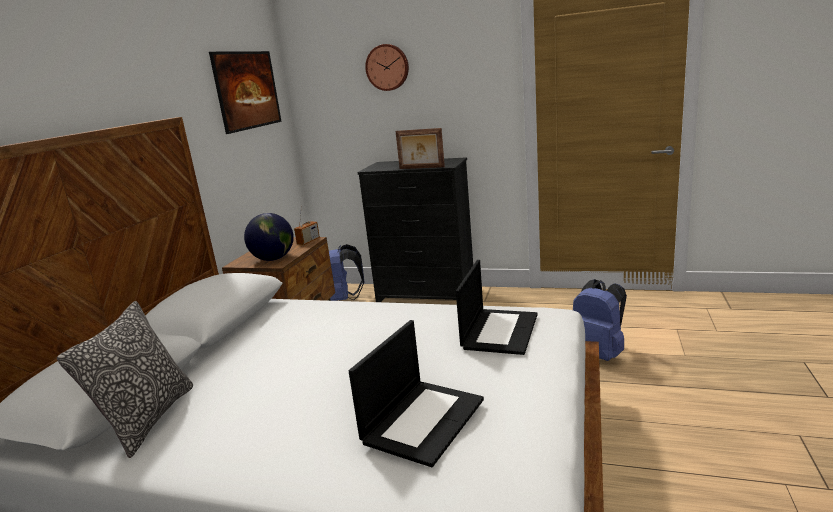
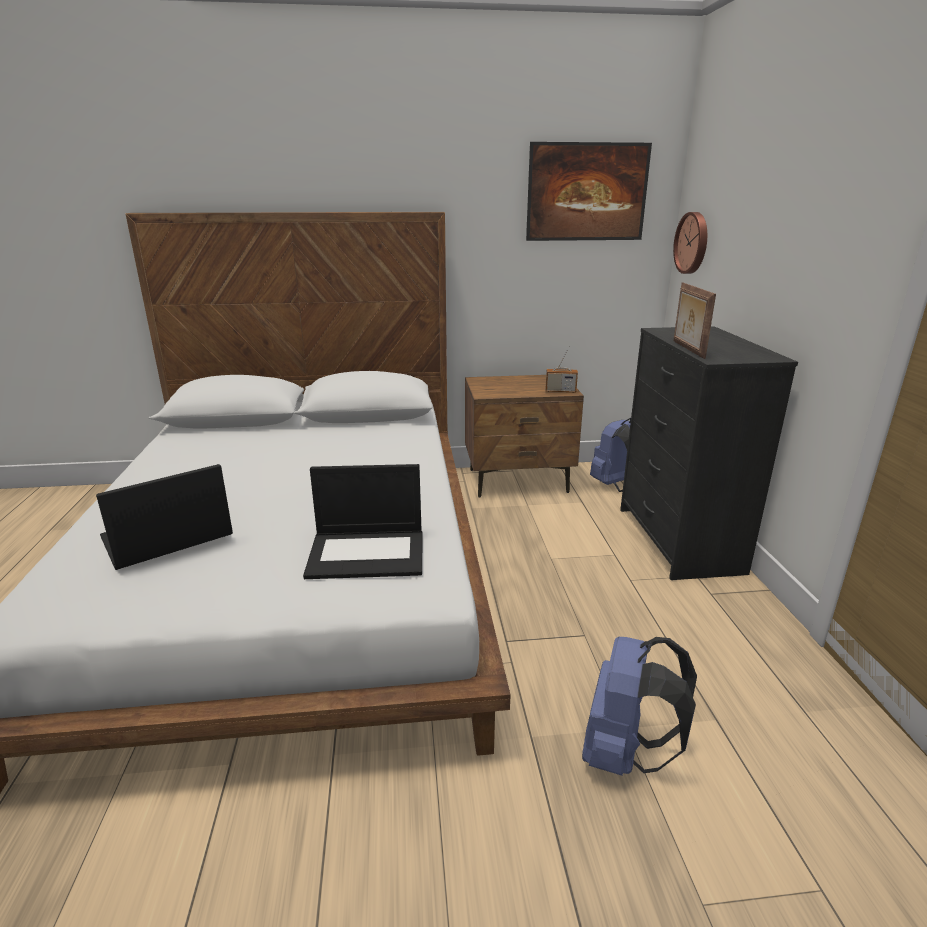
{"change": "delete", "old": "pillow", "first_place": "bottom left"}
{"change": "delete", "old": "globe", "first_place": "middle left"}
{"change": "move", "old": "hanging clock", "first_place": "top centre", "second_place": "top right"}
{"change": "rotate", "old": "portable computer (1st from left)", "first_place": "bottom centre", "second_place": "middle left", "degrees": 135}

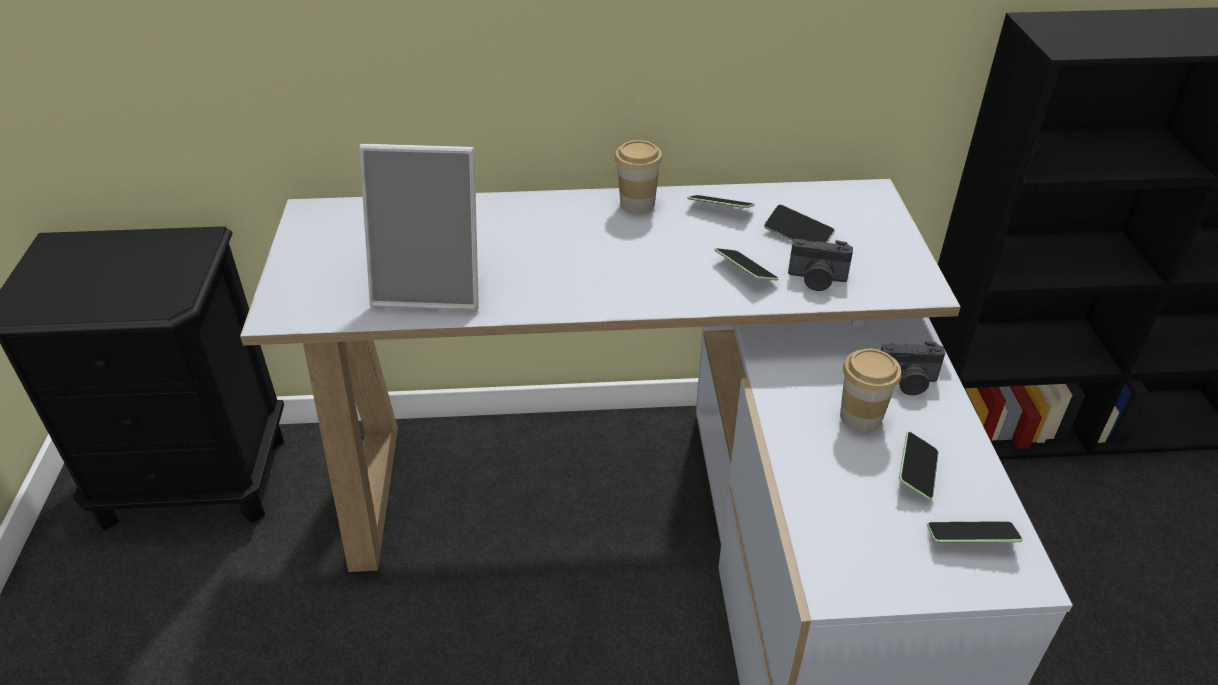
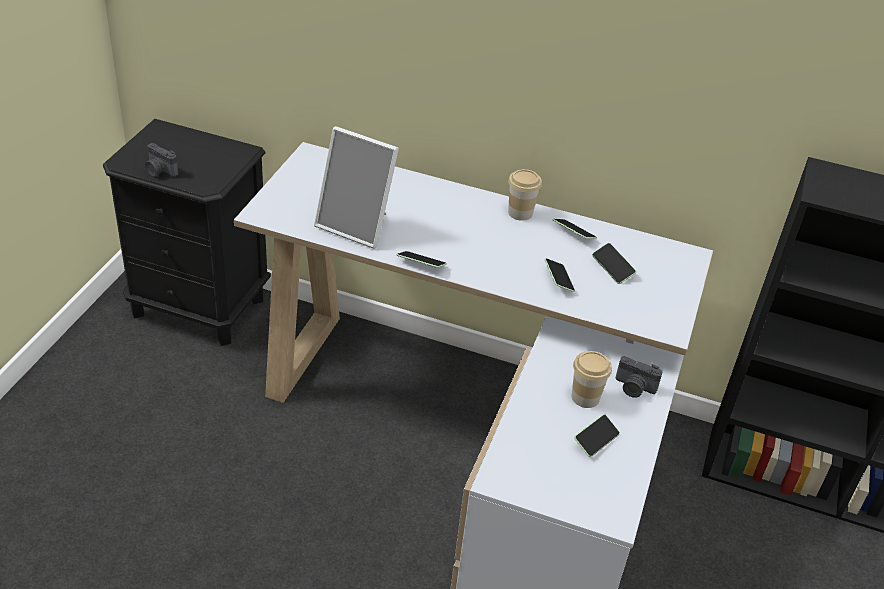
{"change": "move", "old": "photo camera (1st from left)", "first_place": "middle right", "second_place": "top left"}
{"change": "move", "old": "telephone (5th from left in the first image)", "new": "telephone (1st from left)", "first_place": "bottom right", "second_place": "centre"}

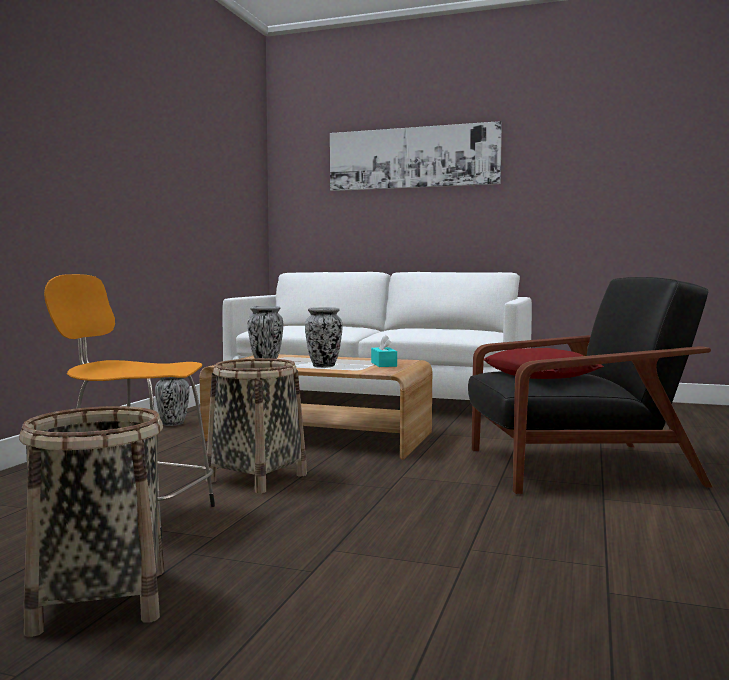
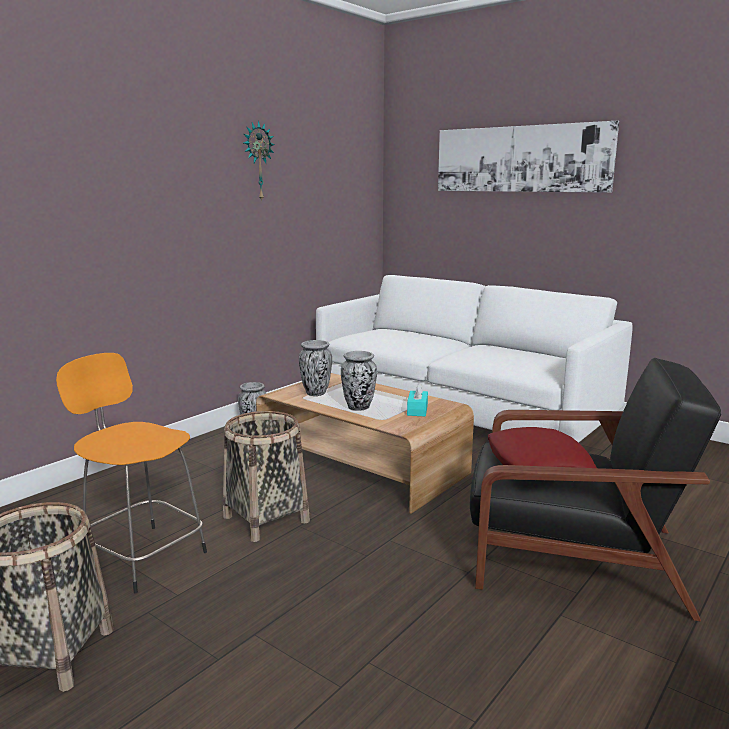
{"change": "insert", "new": "hanging clock", "second_place": "top centre"}

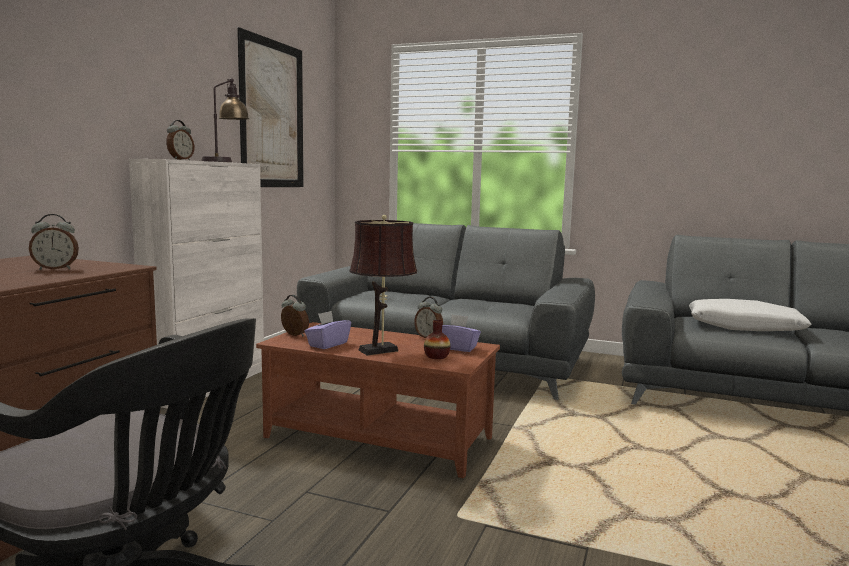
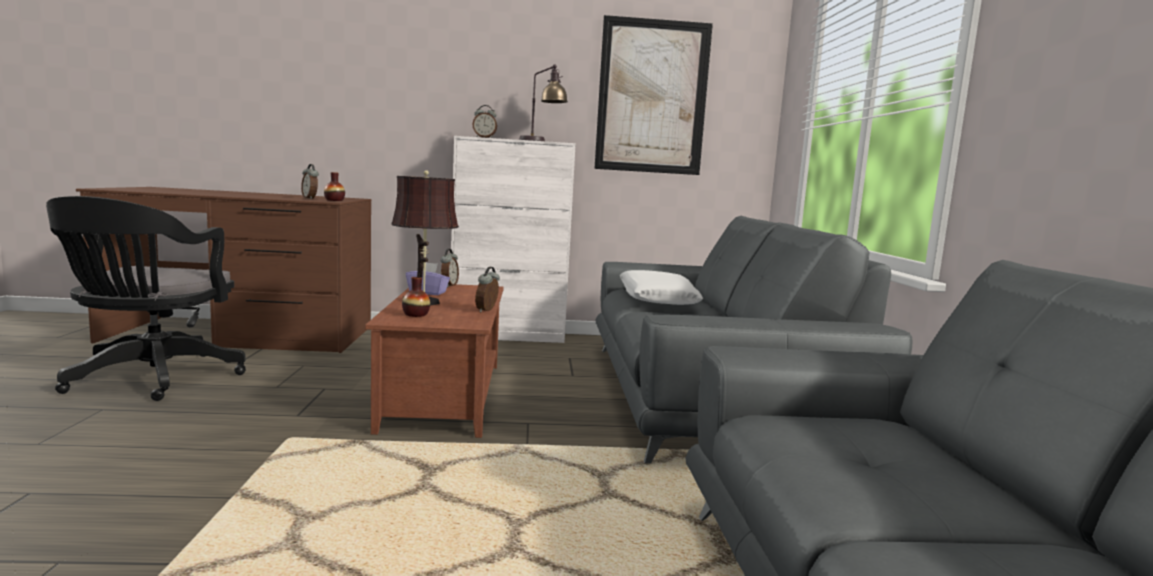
{"change": "delete", "old": "purple tissue holder (2nd from left)", "first_place": "centre"}
{"change": "insert", "new": "vase (1st from left)", "second_place": "top left"}
{"change": "move", "old": "whitish pillow", "first_place": "middle right", "second_place": "centre"}

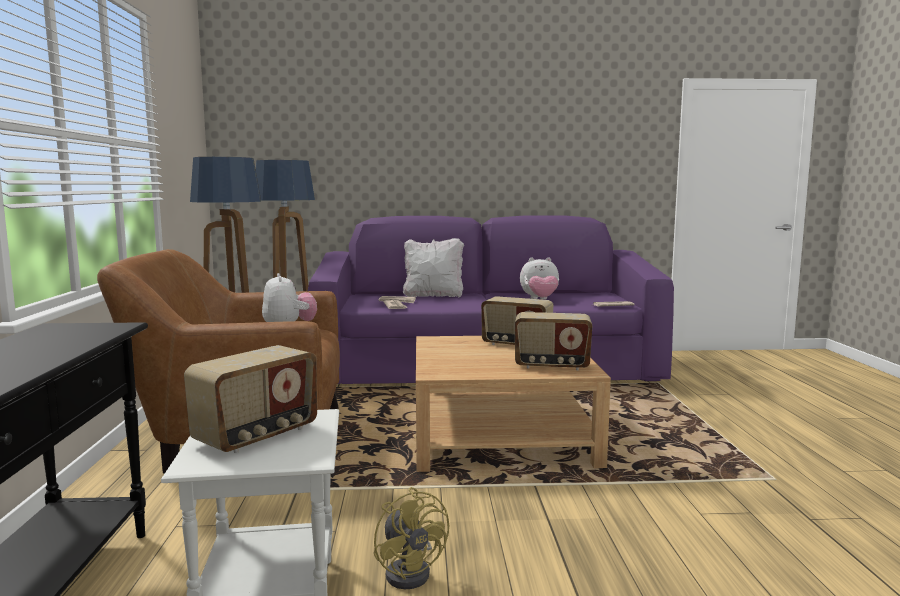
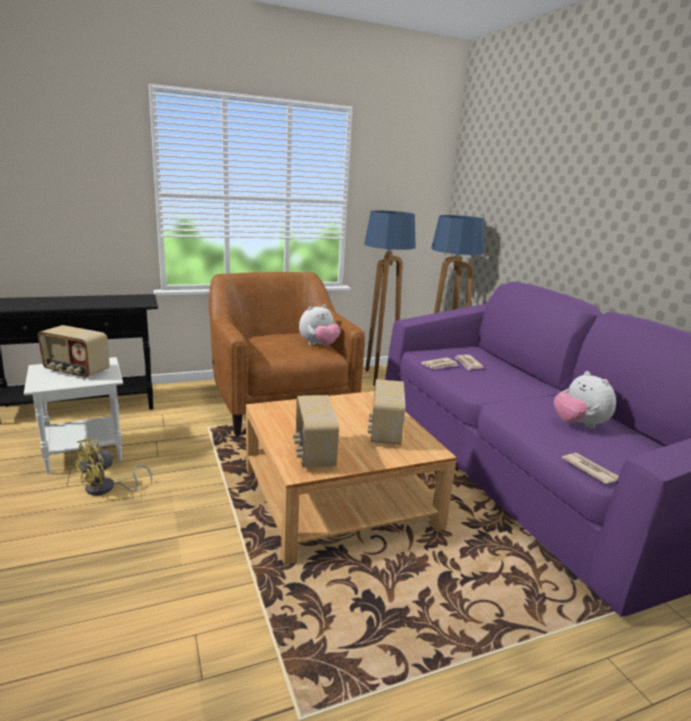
{"change": "delete", "old": "whitish pillow", "first_place": "centre"}

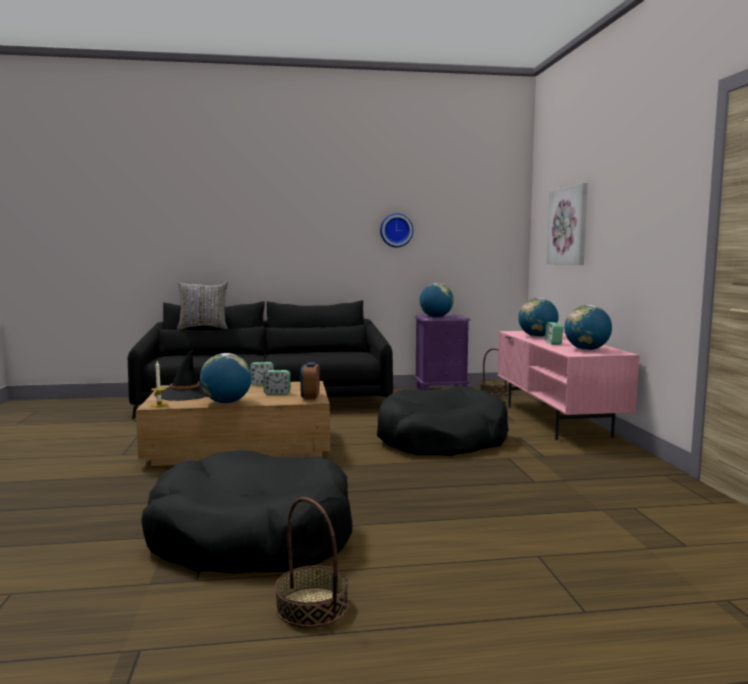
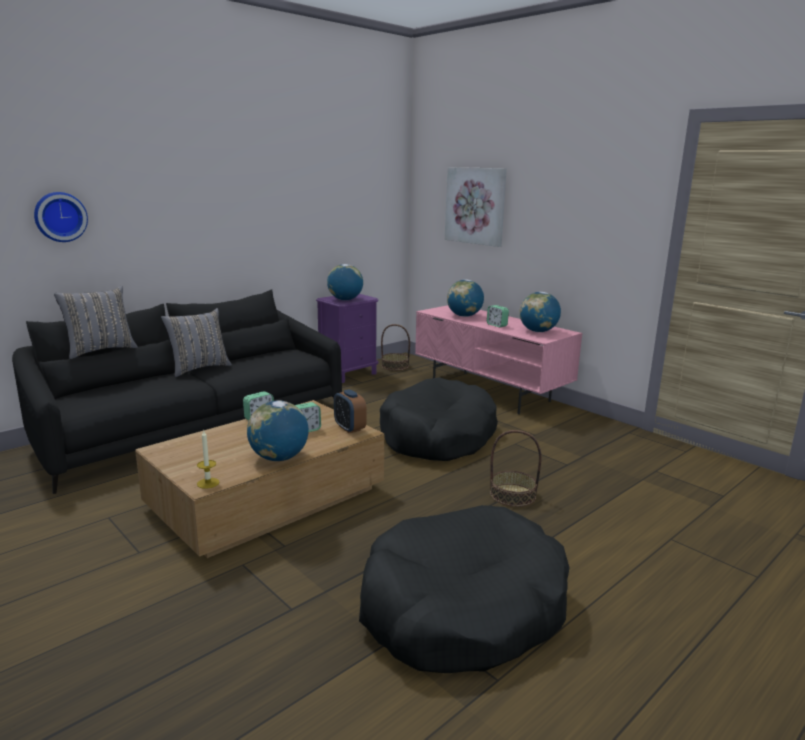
{"change": "delete", "old": "blackish wearable hat", "first_place": "middle left"}
{"change": "insert", "new": "greyish pillow (2nd from left)", "second_place": "middle left"}
{"change": "move", "old": "household basket (1st from left in the first image)", "new": "household basket (2nd from left)", "first_place": "bottom centre", "second_place": "centre"}
{"change": "move", "old": "hanging clock", "first_place": "centre", "second_place": "top left"}

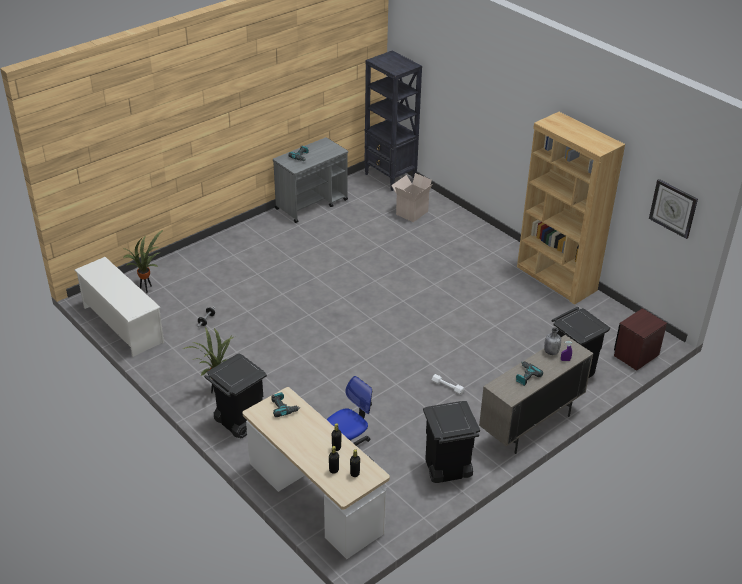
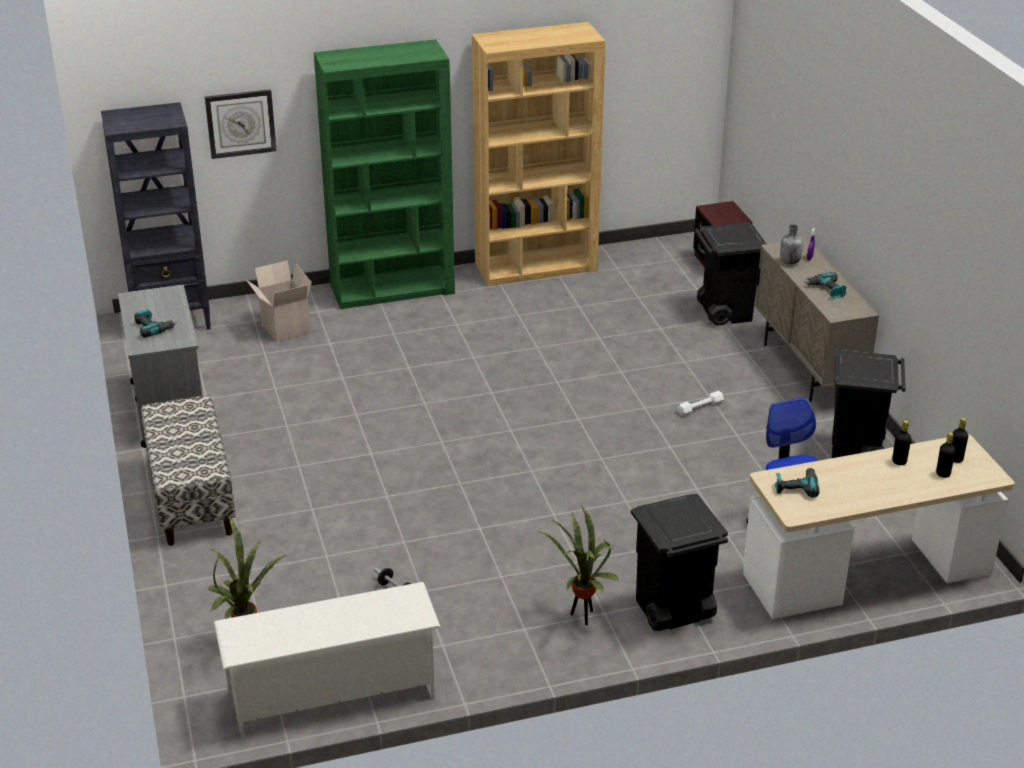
{"change": "insert", "new": "bench", "second_place": "middle left"}
{"change": "insert", "new": "green-coloured bookcase", "second_place": "top centre"}
{"change": "move", "old": "hanging clock", "first_place": "middle right", "second_place": "top left"}

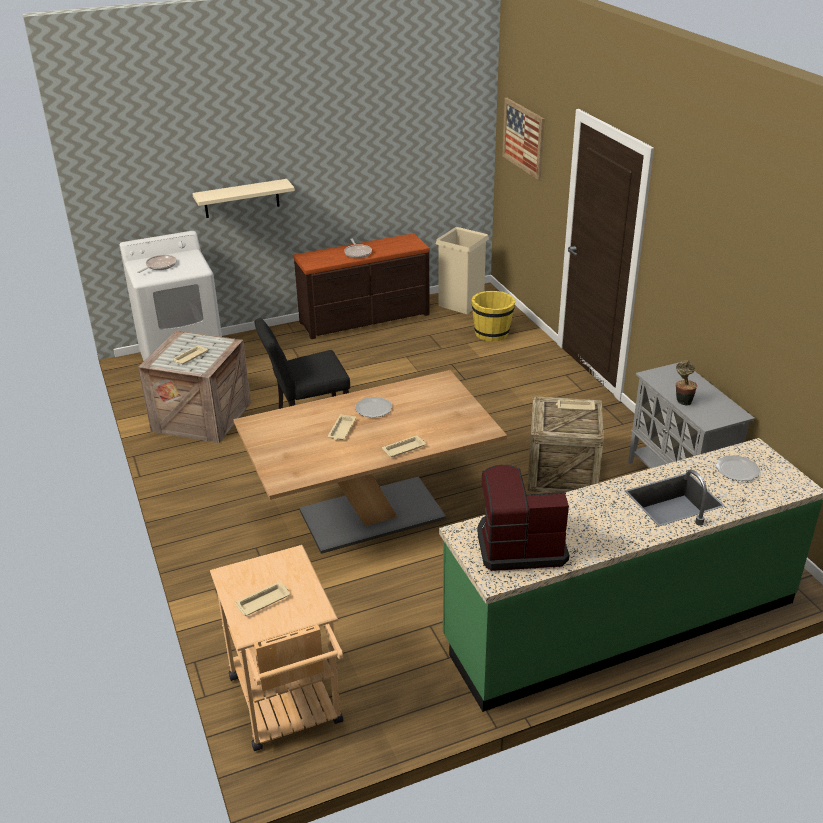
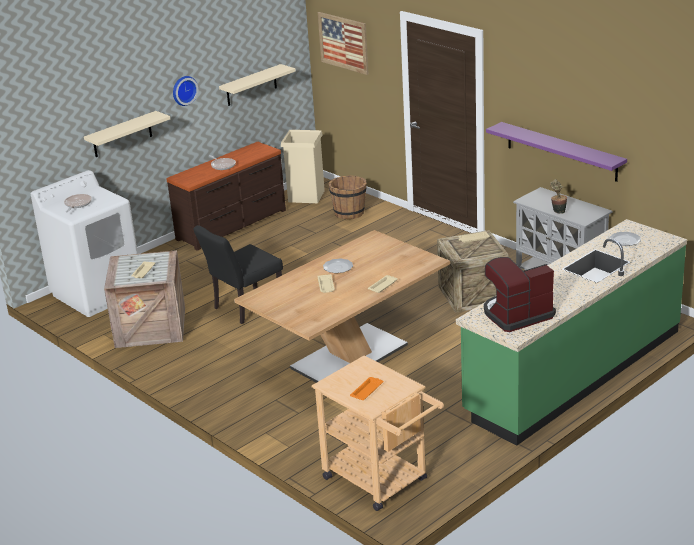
{"change": "insert", "new": "hanging clock", "second_place": "top left"}
{"change": "insert", "new": "beige-coloured wall shelf (2nd from left)", "second_place": "top centre"}
{"change": "insert", "new": "purple wall shelf", "second_place": "top right"}
{"change": "recolor", "old": "beige-coloured carrying tray (2nd from left)", "new": "orangey carrying tray", "first_place": "bottom left", "second_place": "bottom centre"}
{"change": "recolor", "old": "yellow pail", "new": "brown-coloured pail", "first_place": "centre", "second_place": "centre"}

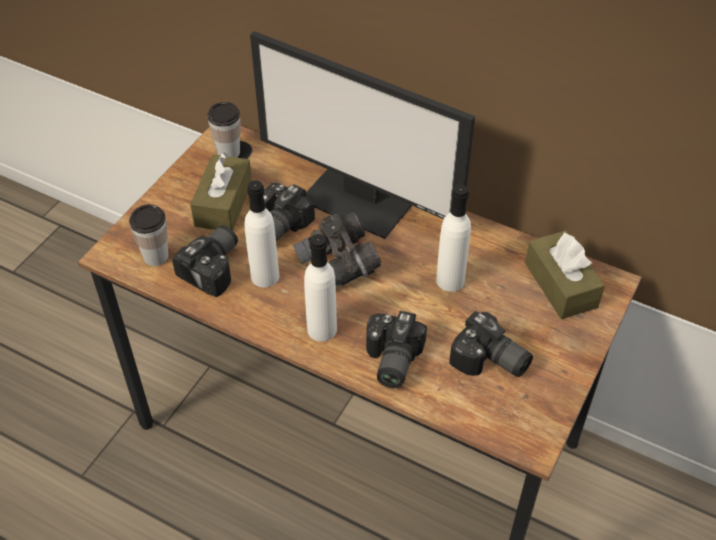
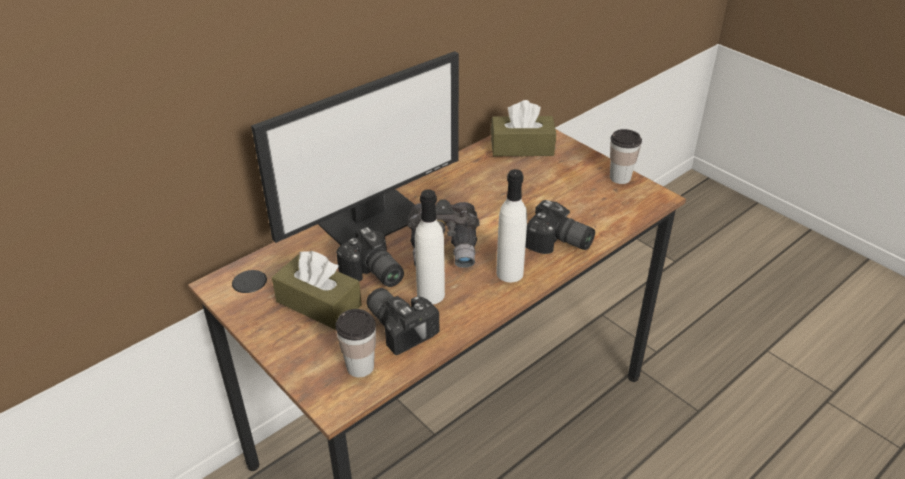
{"change": "delete", "old": "whitish bottle (3rd from left)", "first_place": "centre"}
{"change": "delete", "old": "photo camera (4th from left)", "first_place": "middle right"}
{"change": "move", "old": "cup (2nd from left)", "first_place": "top left", "second_place": "top right"}

